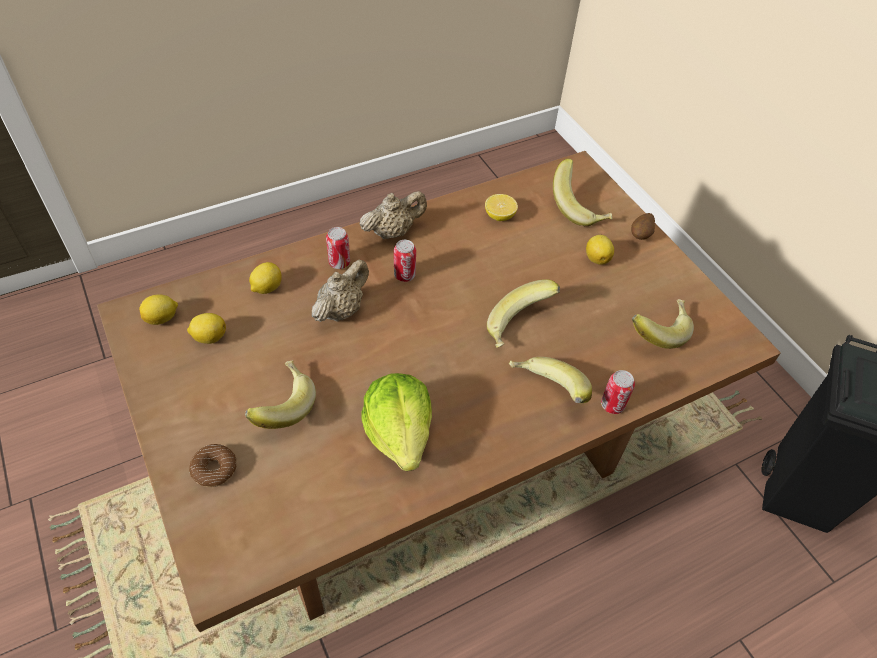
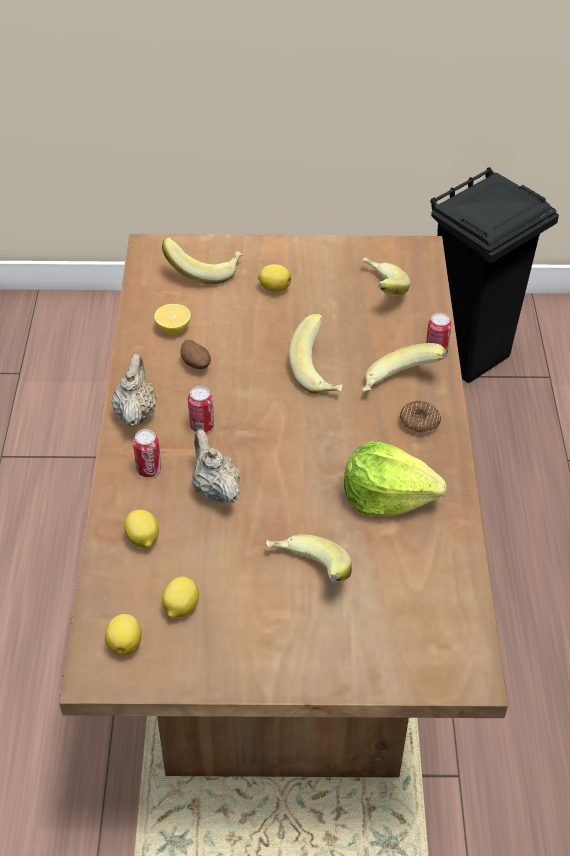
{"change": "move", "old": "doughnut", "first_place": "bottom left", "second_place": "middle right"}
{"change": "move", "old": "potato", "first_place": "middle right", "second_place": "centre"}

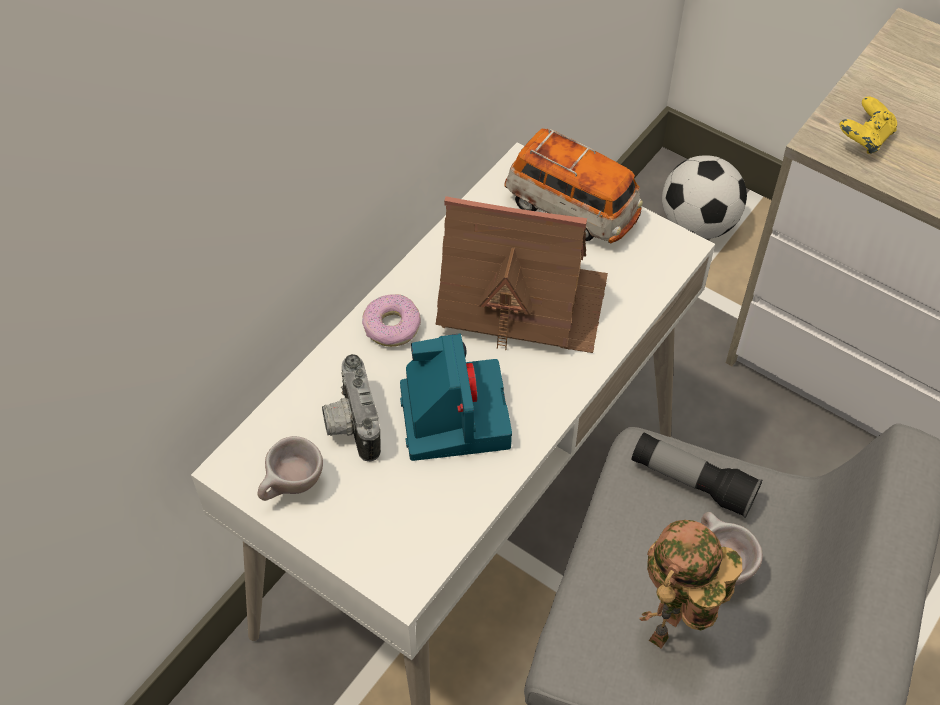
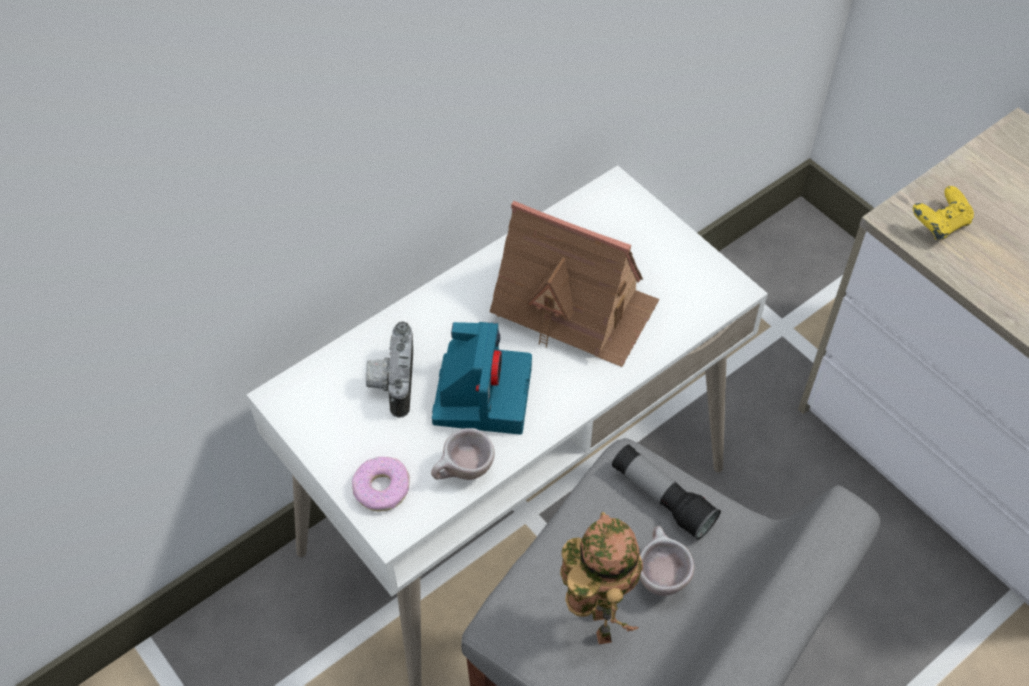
{"change": "delete", "old": "miniature car", "first_place": "top centre"}
{"change": "delete", "old": "football", "first_place": "top right"}
{"change": "move", "old": "beige-coloured cup (1st from left)", "first_place": "middle left", "second_place": "centre"}
{"change": "move", "old": "doughnut", "first_place": "centre", "second_place": "bottom centre"}
{"change": "rotate", "old": "robot figure", "first_place": "bottom right", "second_place": "bottom centre", "degrees": 120}

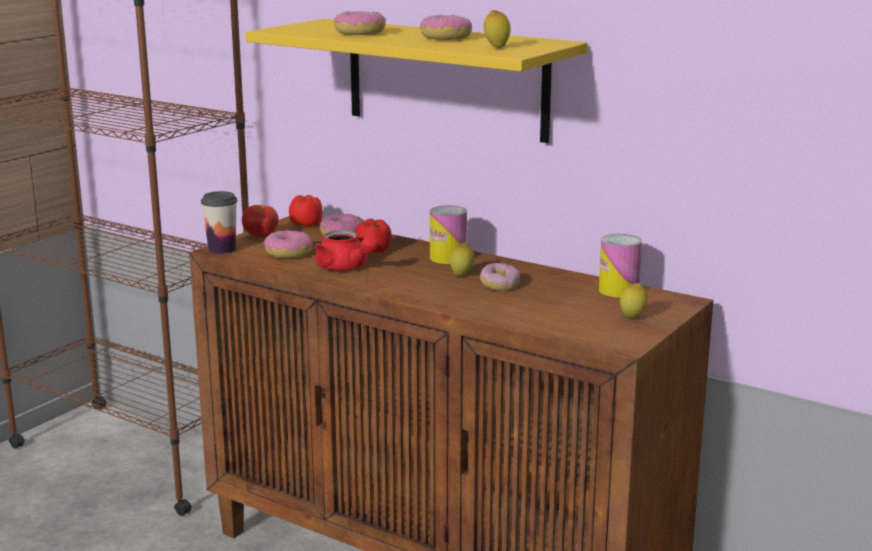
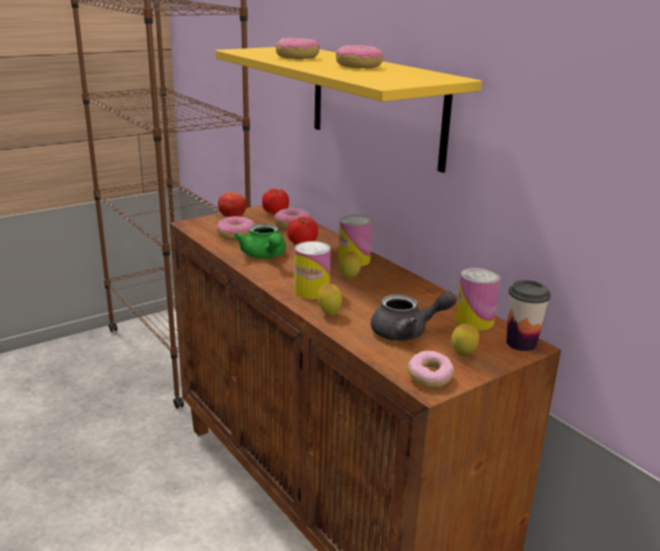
{"change": "insert", "new": "sealed can (1st from left)", "second_place": "centre"}
{"change": "insert", "new": "greyish teapot", "second_place": "centre"}
{"change": "move", "old": "cup", "first_place": "middle left", "second_place": "middle right"}
{"change": "move", "old": "doughnut (5th from left)", "first_place": "centre", "second_place": "bottom centre"}
{"change": "move", "old": "lemon (2nd from left in the first image)", "new": "lemon (1st from left)", "first_place": "top centre", "second_place": "centre"}
{"change": "recolor", "old": "reddish teapot", "new": "green-coloured teapot", "first_place": "centre", "second_place": "centre"}

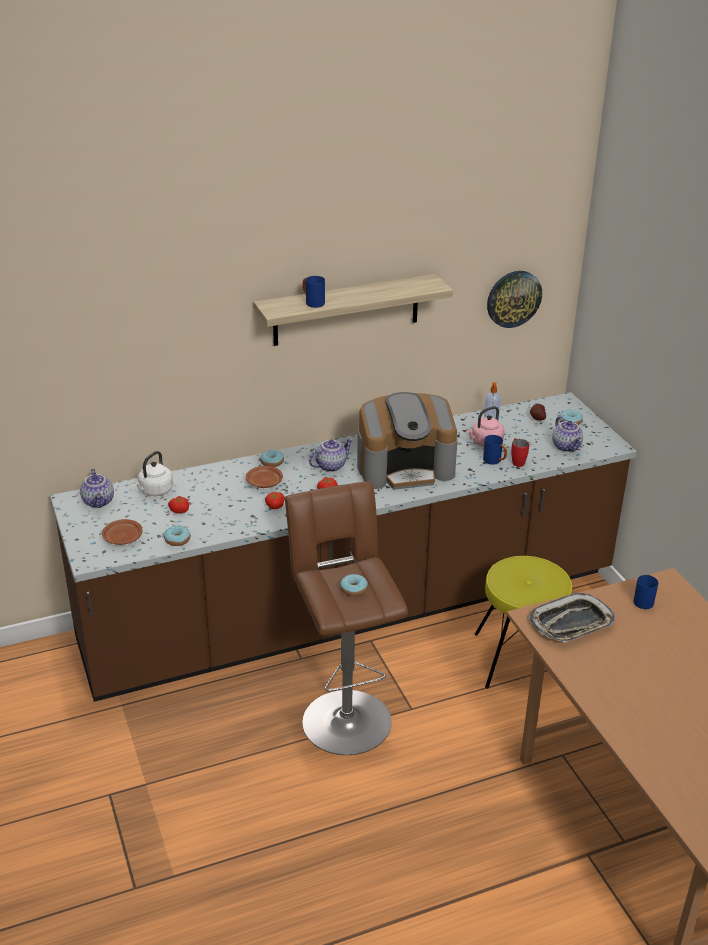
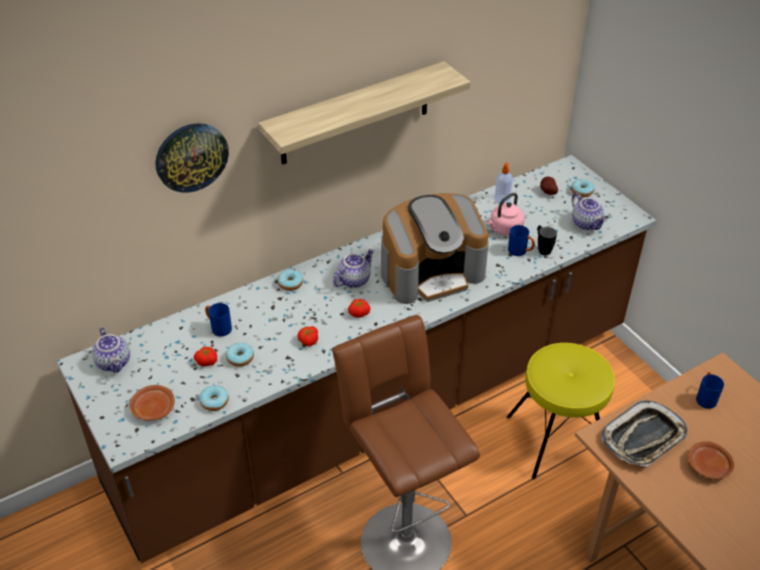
{"change": "delete", "old": "whitish kettle", "first_place": "middle left"}
{"change": "move", "old": "brown-coloured flat dish (2nd from left)", "first_place": "centre", "second_place": "bottom right"}
{"change": "move", "old": "blue coffee mug (1st from left)", "first_place": "top centre", "second_place": "middle left"}
{"change": "move", "old": "doughnut (3rd from left in the first image)", "new": "doughnut (2nd from left)", "first_place": "centre", "second_place": "middle left"}
{"change": "move", "old": "hanging clock", "first_place": "top right", "second_place": "top left"}
{"change": "recolor", "old": "reddish coffee mug", "new": "blackish coffee mug", "first_place": "middle right", "second_place": "middle right"}

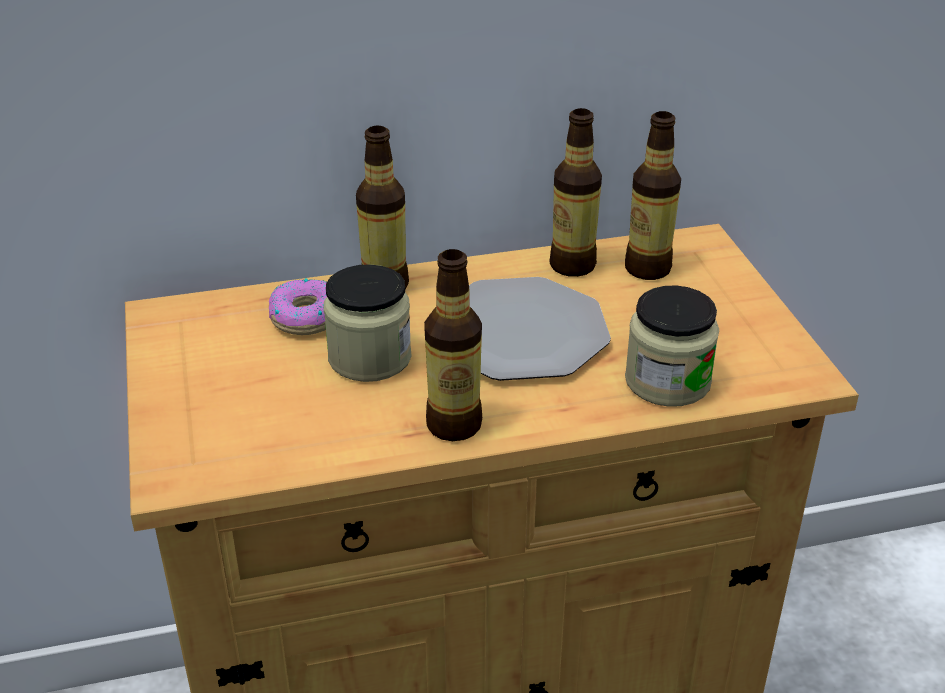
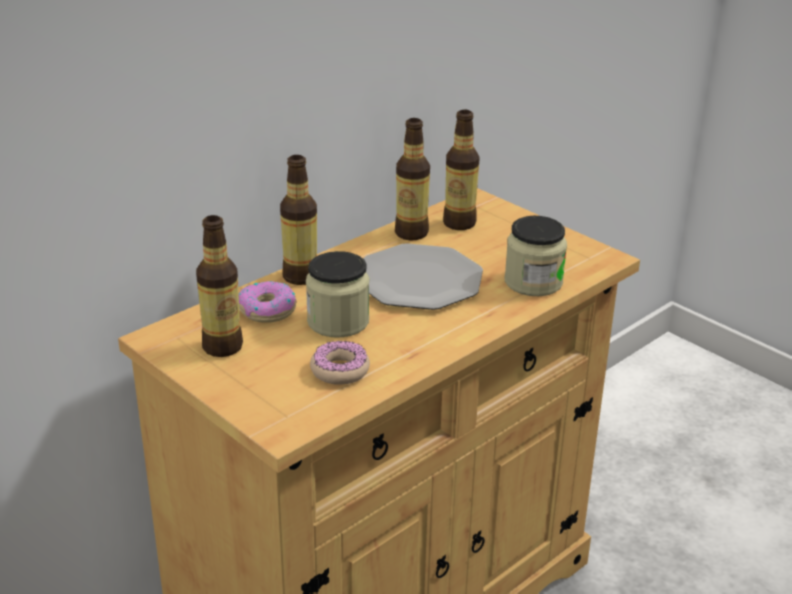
{"change": "insert", "new": "doughnut (2nd from left)", "second_place": "centre"}
{"change": "move", "old": "bottle (2nd from left in the first image)", "new": "bottle (1st from left)", "first_place": "centre", "second_place": "middle left"}

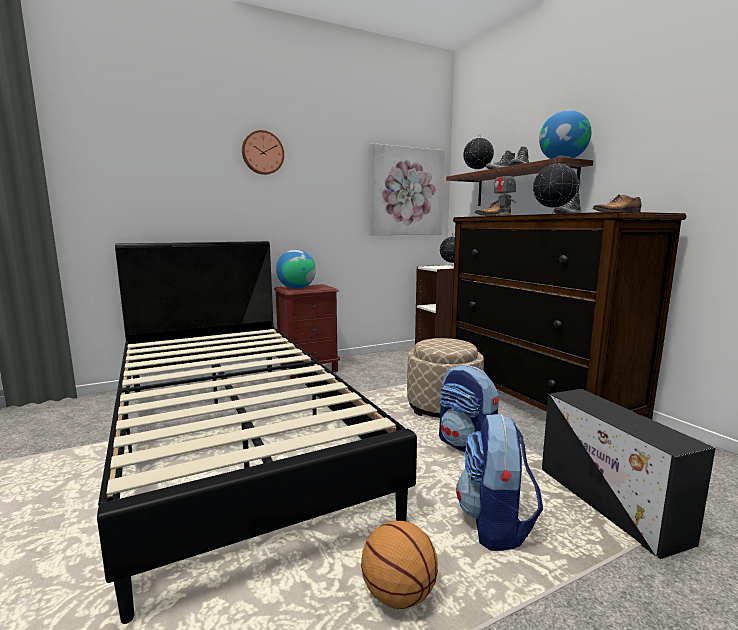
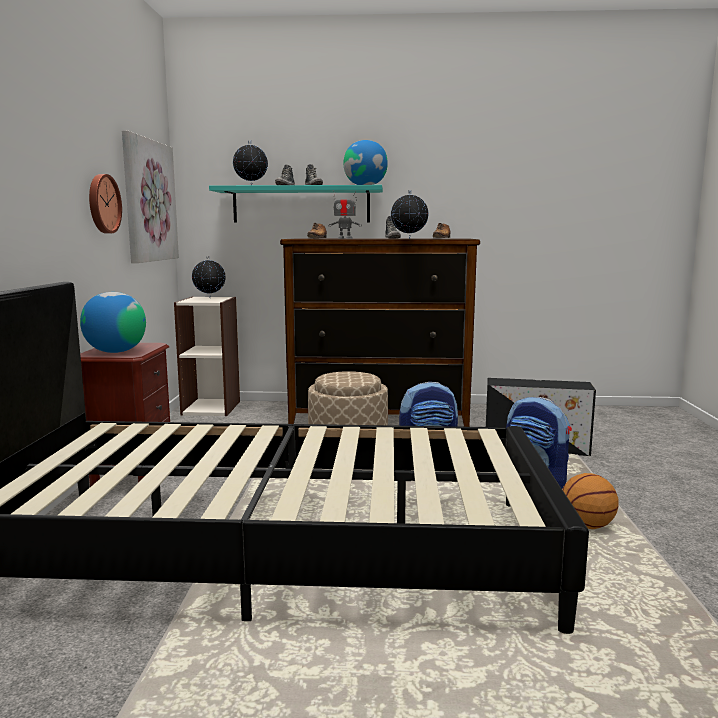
{"change": "move", "old": "hanging clock", "first_place": "top centre", "second_place": "top left"}
{"change": "recolor", "old": "brown-coloured wall shelf", "new": "blue-green wall shelf", "first_place": "top right", "second_place": "top centre"}

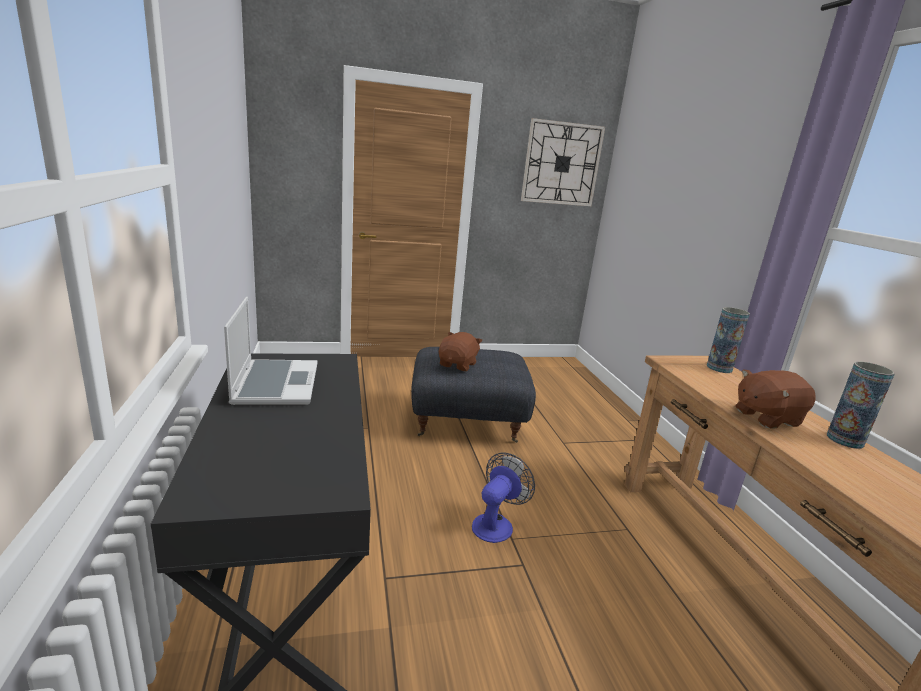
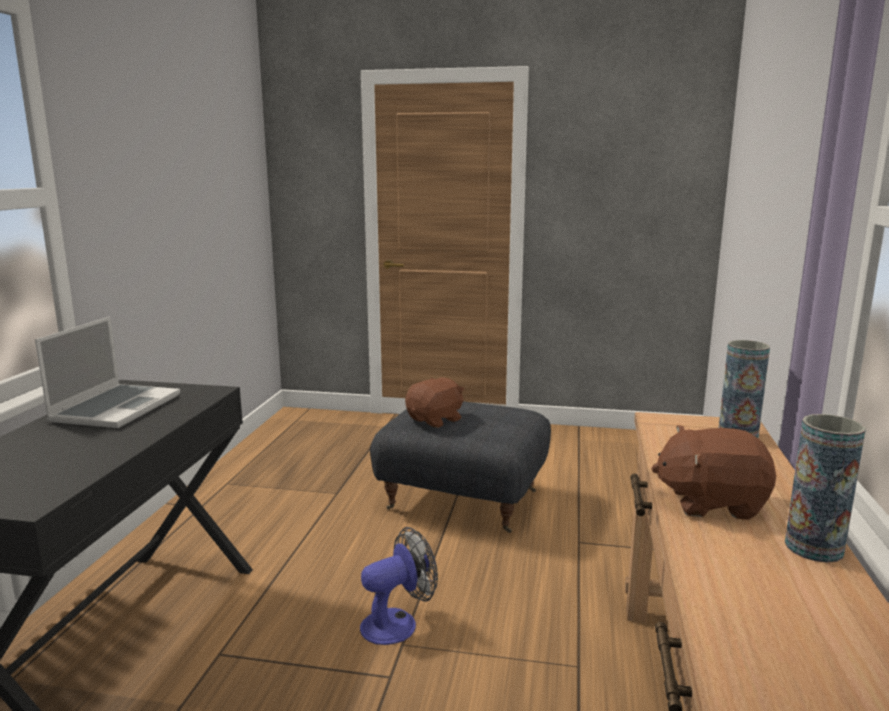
{"change": "delete", "old": "hanging clock", "first_place": "top centre"}

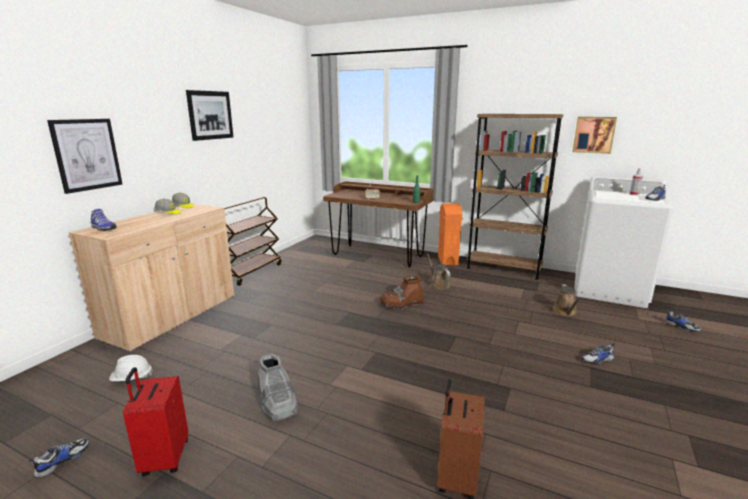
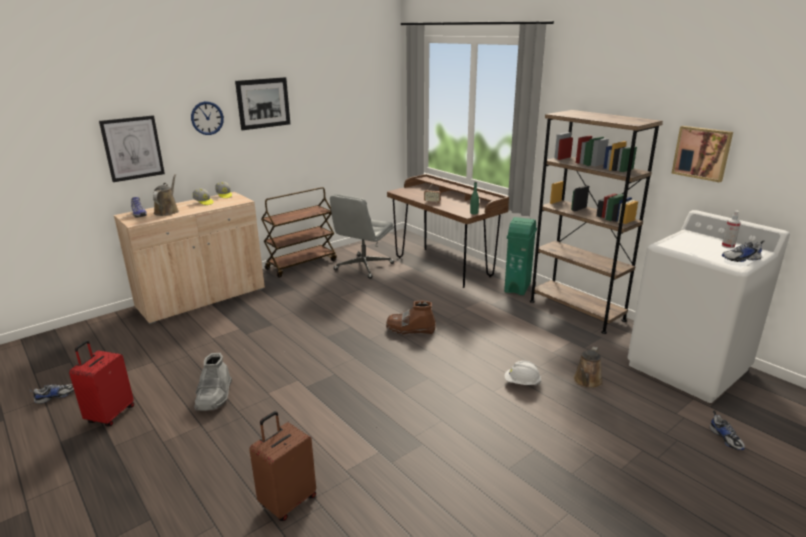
{"change": "delete", "old": "shoe (3rd from left)", "first_place": "bottom right"}
{"change": "insert", "new": "hanging clock", "second_place": "top left"}
{"change": "insert", "new": "greyish office chair", "second_place": "centre"}
{"change": "move", "old": "whitish safety helmet", "first_place": "bottom left", "second_place": "bottom centre"}
{"change": "move", "old": "brown-coloured watering can (1st from left)", "first_place": "centre", "second_place": "middle left"}
{"change": "recolor", "old": "orangey waste bin", "new": "green-coloured waste bin", "first_place": "centre", "second_place": "centre"}

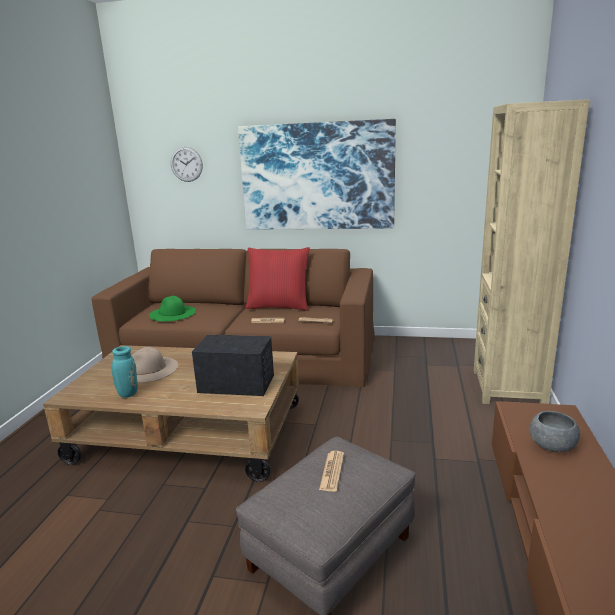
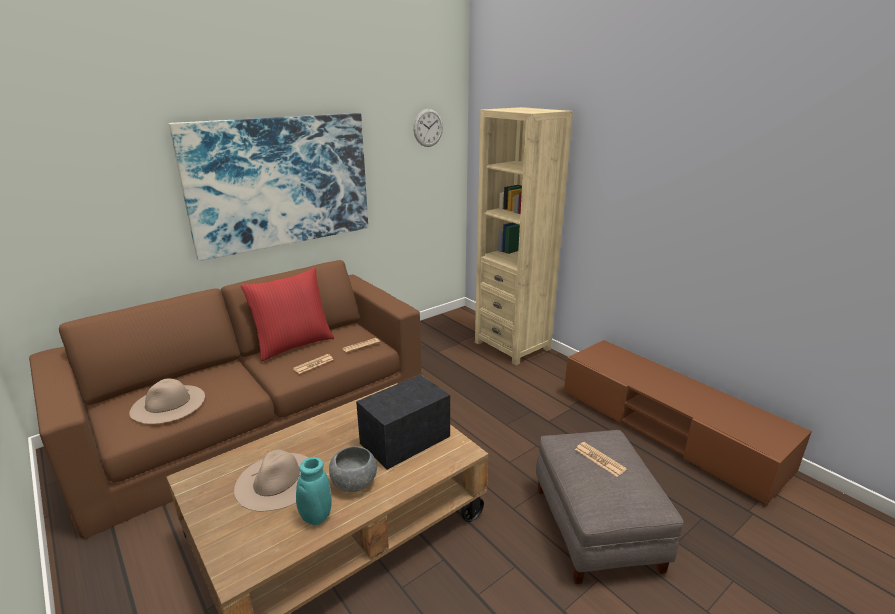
{"change": "move", "old": "hanging clock", "first_place": "top left", "second_place": "top centre"}
{"change": "move", "old": "greyish deep dish", "first_place": "bottom right", "second_place": "bottom centre"}
{"change": "recolor", "old": "green-coloured wearable hat", "new": "beige-coloured wearable hat (1st from left)", "first_place": "middle left", "second_place": "middle left"}

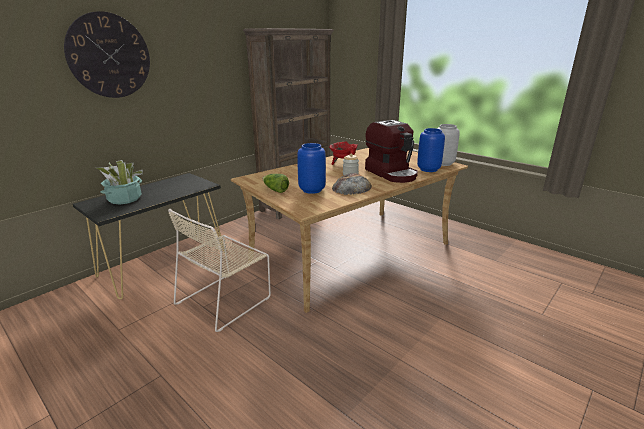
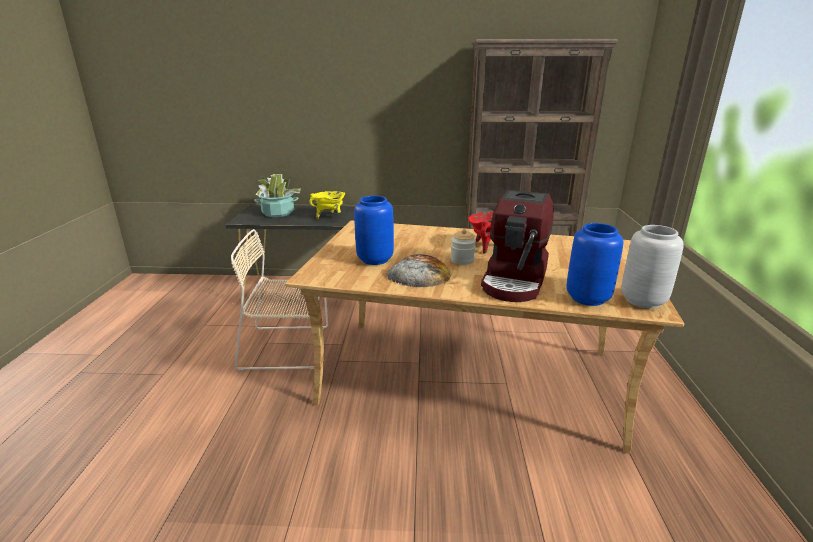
{"change": "delete", "old": "hanging clock", "first_place": "top left"}
{"change": "delete", "old": "lettuce head", "first_place": "centre"}
{"change": "insert", "new": "yellow cooking pot", "second_place": "centre"}

